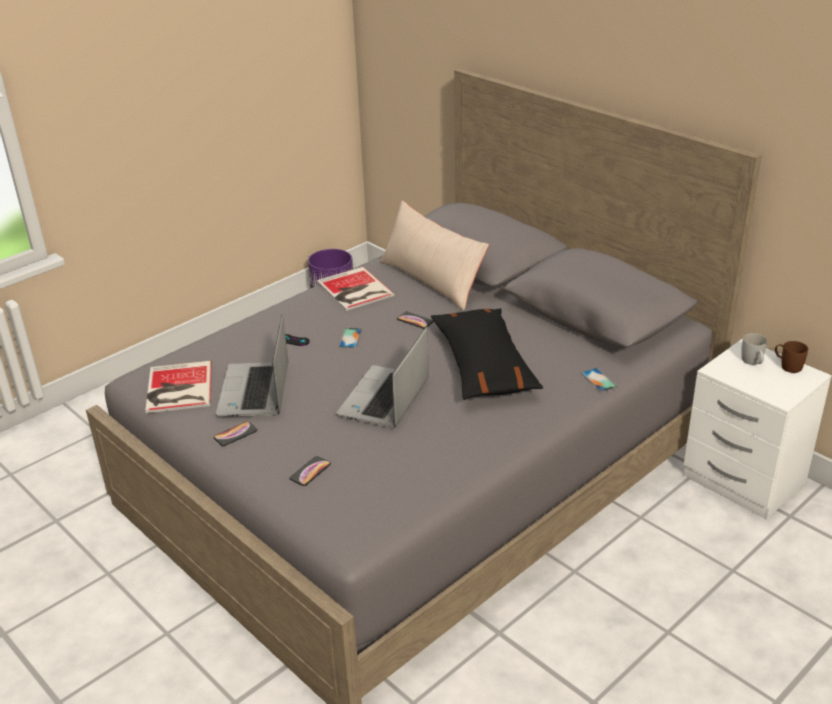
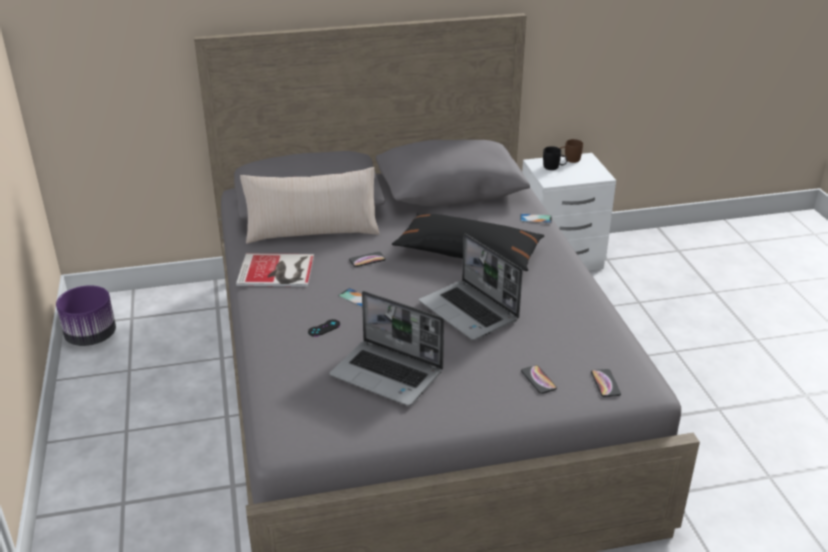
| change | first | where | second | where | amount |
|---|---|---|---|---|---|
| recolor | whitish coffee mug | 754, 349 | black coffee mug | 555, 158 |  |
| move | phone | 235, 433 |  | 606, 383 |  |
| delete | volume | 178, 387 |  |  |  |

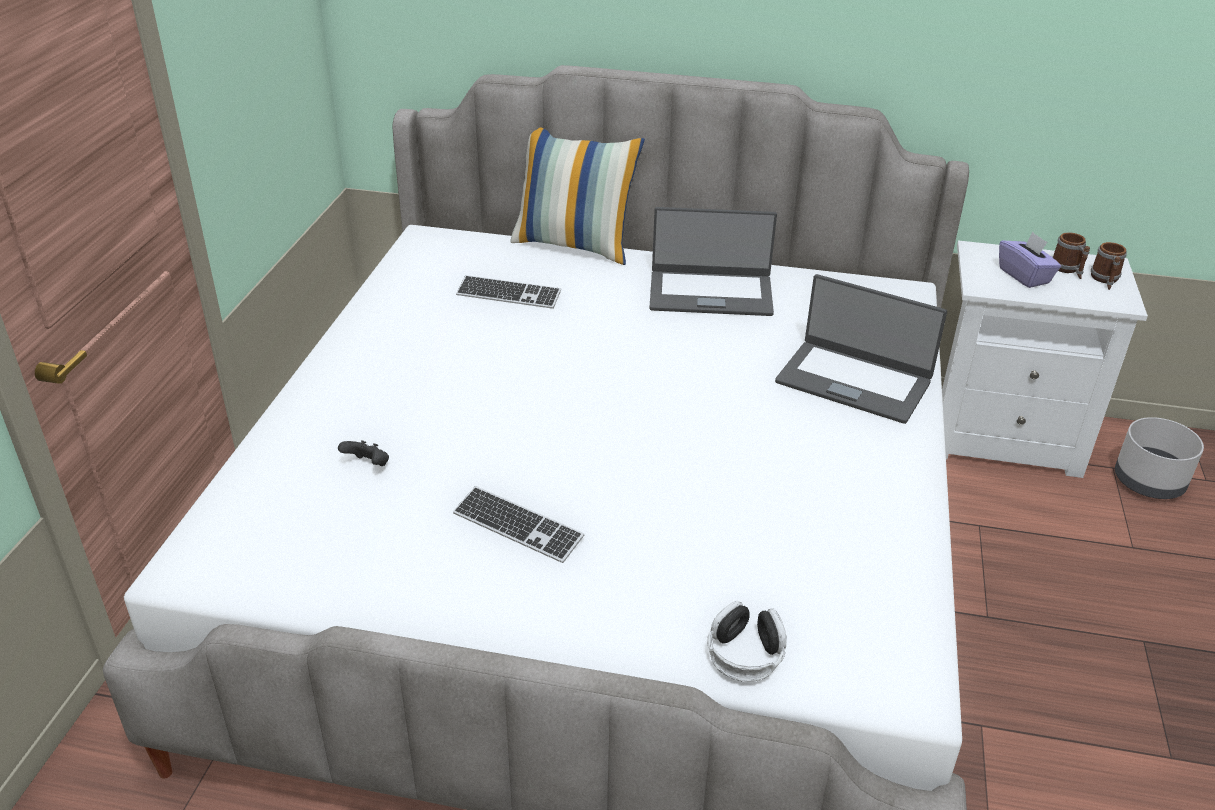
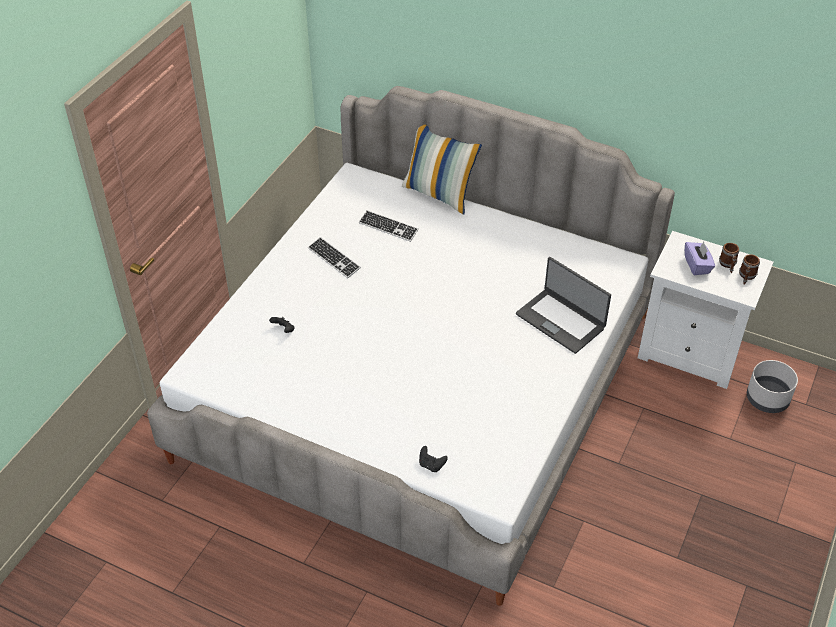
| change | first | where | second | where | amount |
|---|---|---|---|---|---|
| move | PC keyboard | 518, 524 |  | 334, 257 |  |
| replace | headphones | 747, 641 | black gamepad | 433, 459 |  |
| delete | notebook computer | 713, 261 |  |  |  |

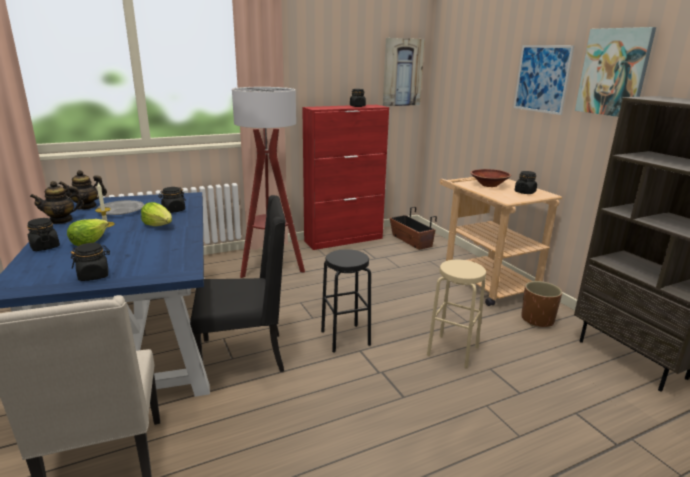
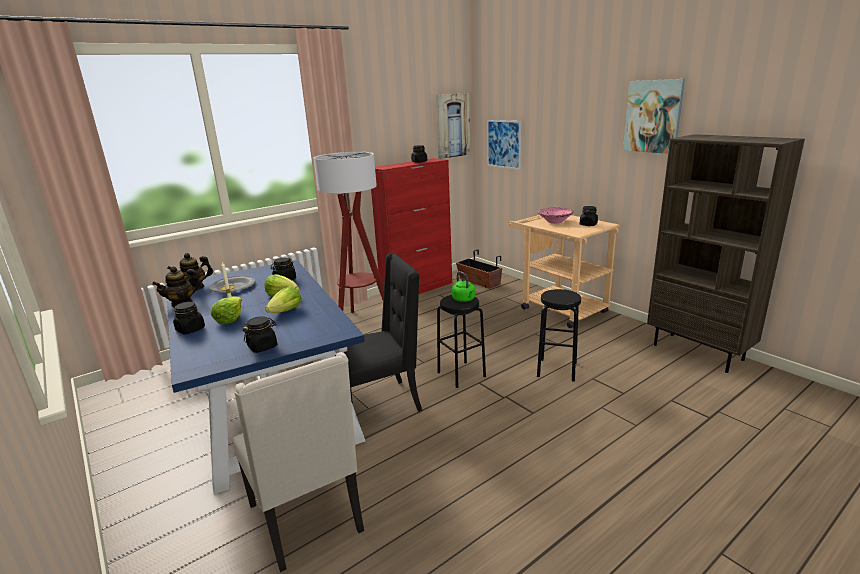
| change | first | where | second | where | amount |
|---|---|---|---|---|---|
| insert |  |  | lettuce | 283, 300 |  |
| insert |  |  | green tea kettle | 464, 286 |  |
| move | wall picture | 544, 80 |  | 504, 145 |  |
| recolor | beige stool | 456, 314 | black stool | 559, 335 |  |
| recolor | brownish deep dish | 490, 178 | pinkish deep dish | 556, 215 |  |
| delete | brownish flower pot | 541, 304 |  |  |  |

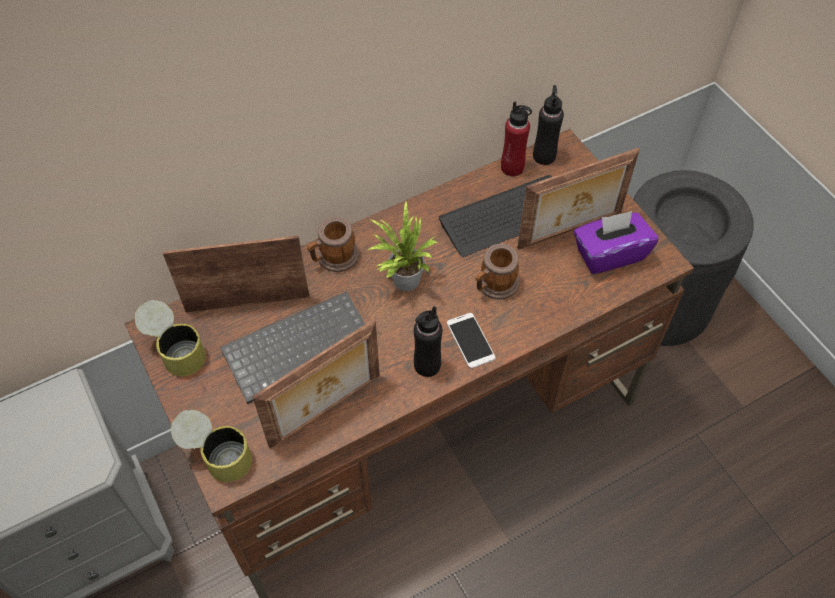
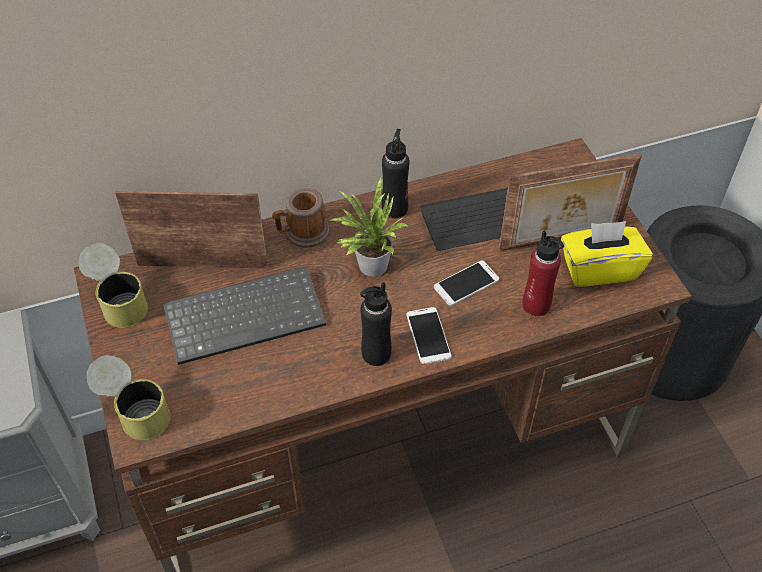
| change | first | where | second | where | amount |
|---|---|---|---|---|---|
| move | black beverage bottle | 548, 125 |  | 395, 173 |  |
| replace | coffee mug | 498, 271 | phone | 466, 283 |  |
| move | reddish beverage bottle | 516, 138 |  | 543, 273 |  |
| recolor | purple tissue holder | 616, 242 | yellow-coloured tissue holder | 607, 254 |  |
| delete | photo frame | 316, 383 |  |  |  |

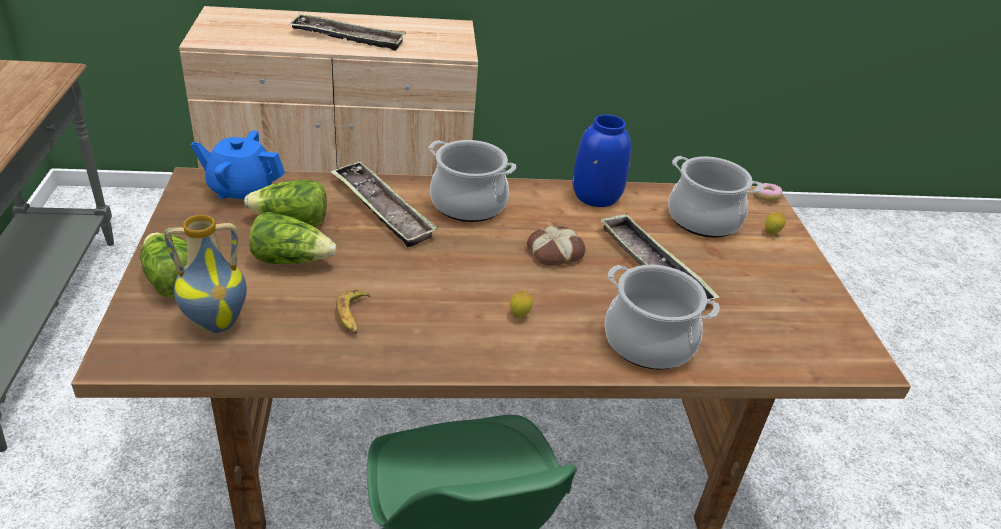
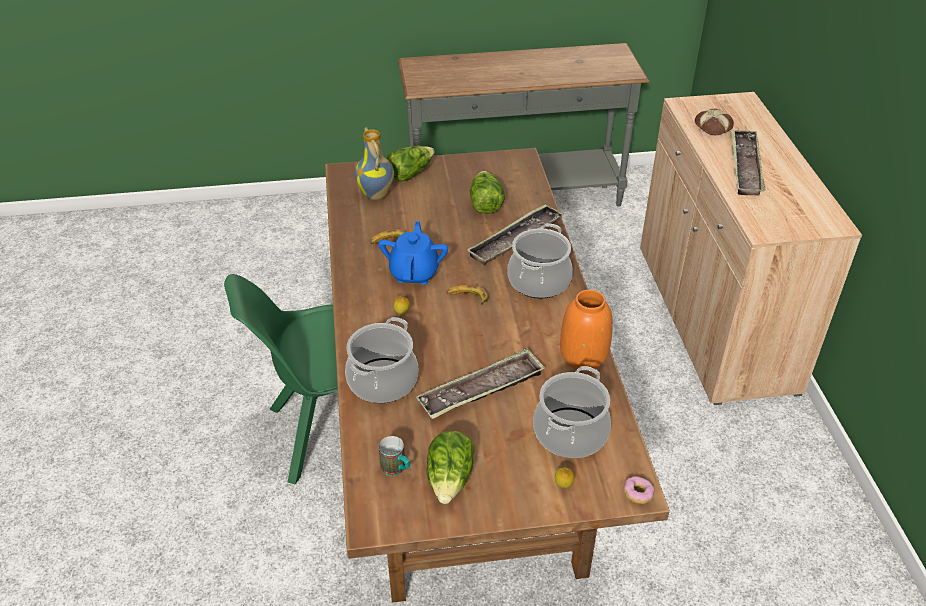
| change | first | where | second | where | amount |
|---|---|---|---|---|---|
| move | bluish teapot | 238, 164 |  | 413, 253 |  |
| insert |  |  | coffee mug | 394, 456 |  |
| move | lettuce | 292, 238 |  | 451, 467 |  |
| insert |  |  | banana fruit | 467, 294 |  |
| recolor | bluish flower vase | 601, 161 | orangey flower vase | 586, 330 |  |
| move | baked bread | 556, 245 |  | 714, 122 |  |

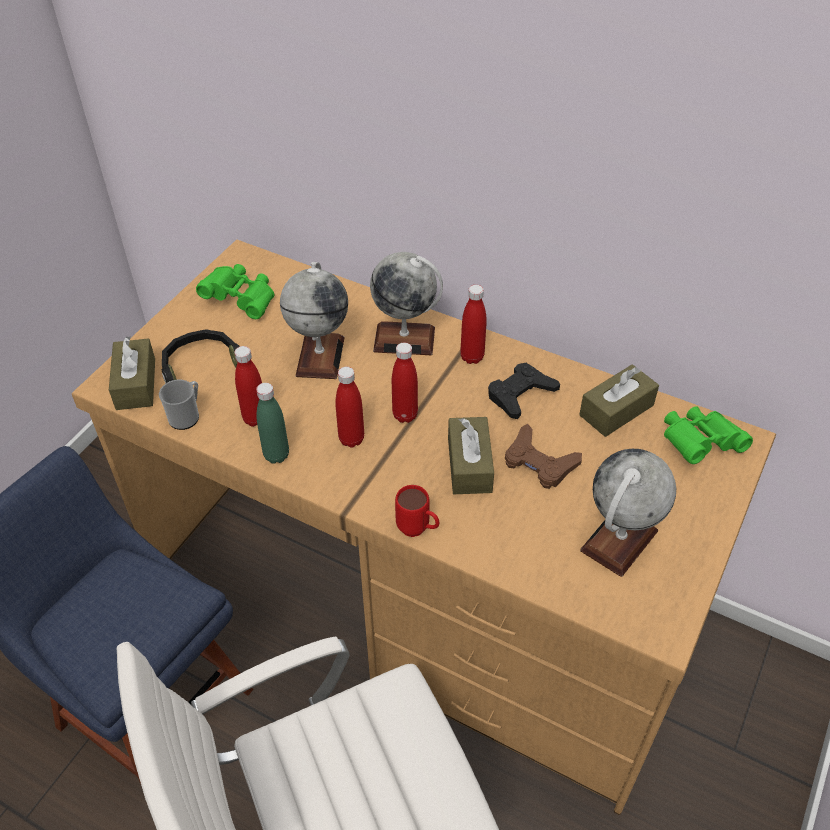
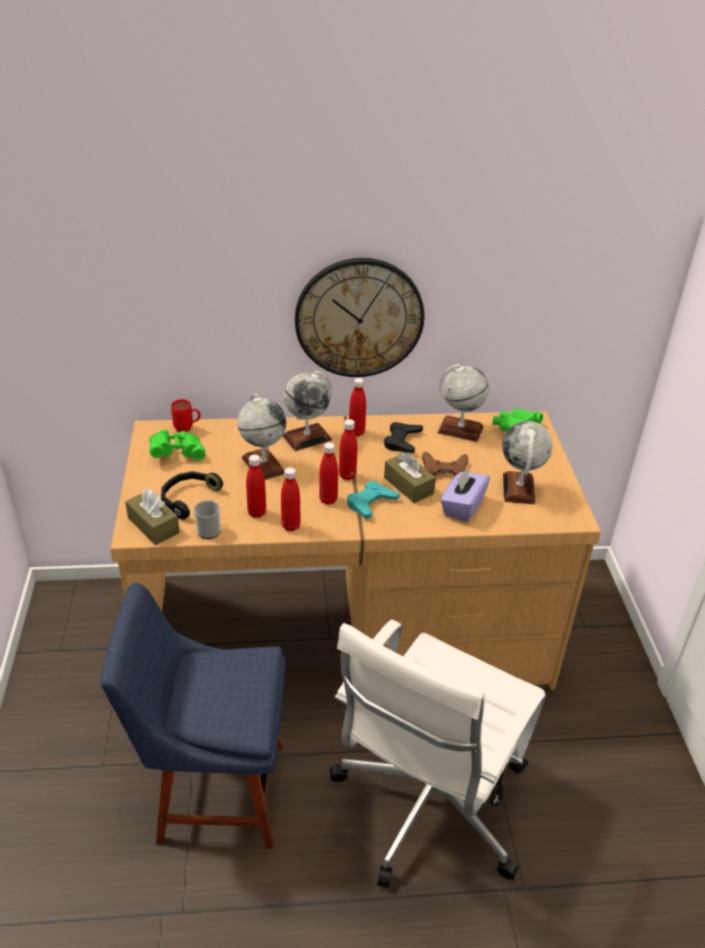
| change | first | where | second | where | amount |
|---|---|---|---|---|---|
| move | reddish coffee mug | 417, 511 |  | 186, 415 |  |
| recolor | green beverage bottle | 272, 423 | reddish beverage bottle | 291, 499 |  |
| insert |  |  | hanging clock | 359, 317 |  |
| insert |  |  | blue-green gamepad | 373, 500 |  |
| replace | brownish tissue holder | 619, 400 | desk globe | 463, 403 |  |
| insert |  |  | purple tissue holder | 465, 495 |  |

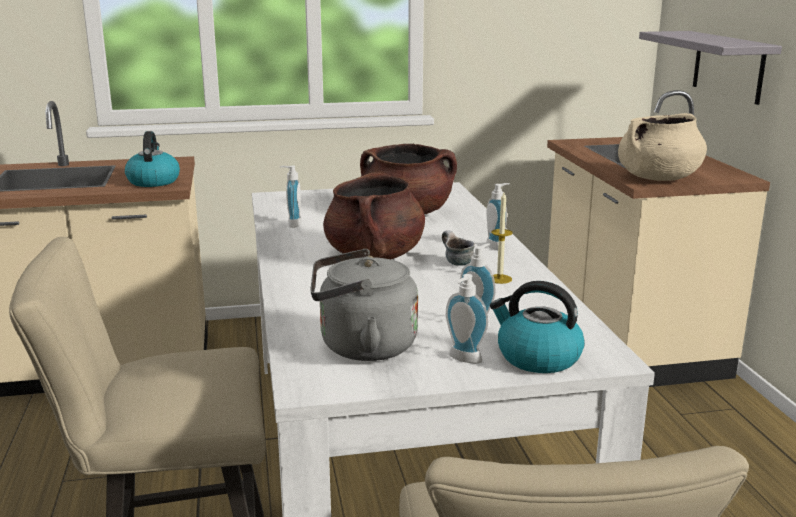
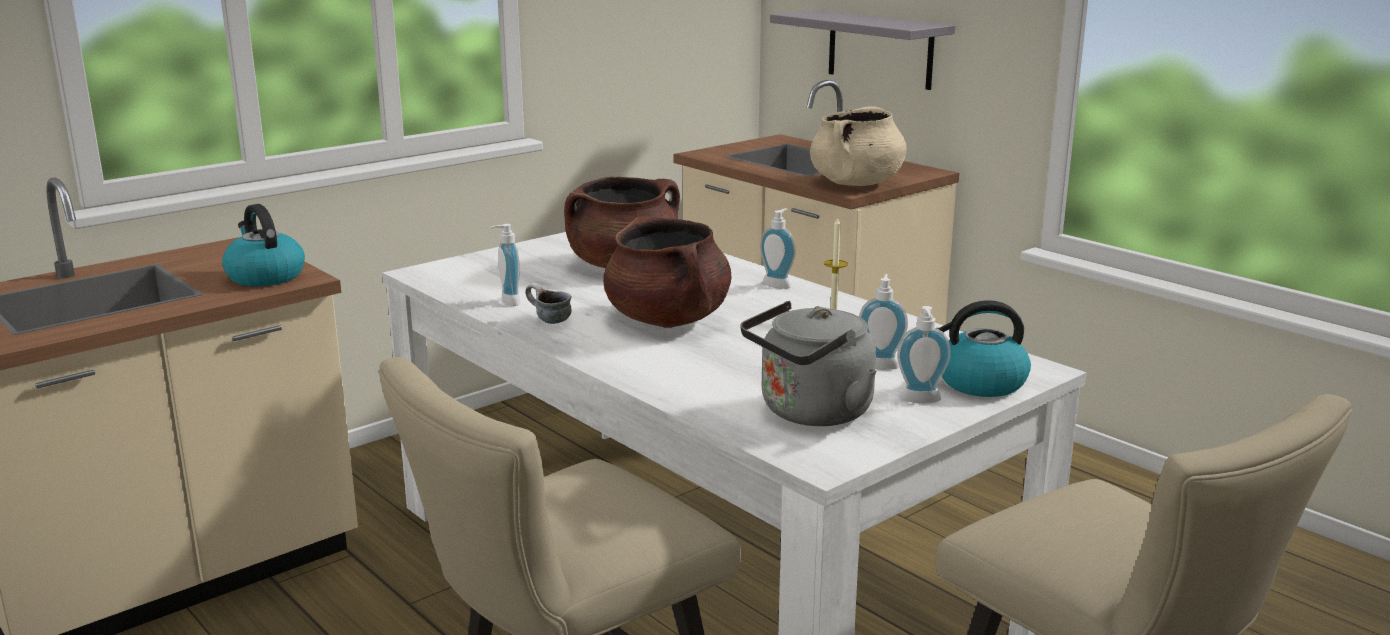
| change | first | where | second | where | amount |
|---|---|---|---|---|---|
| move | coffee mug | 458, 248 |  | 548, 303 |  |

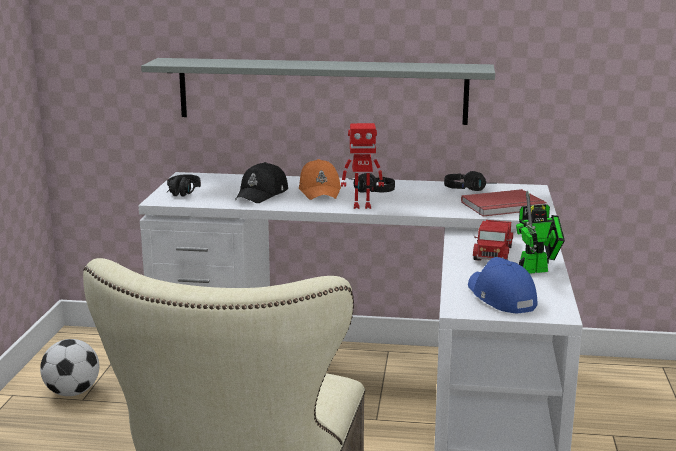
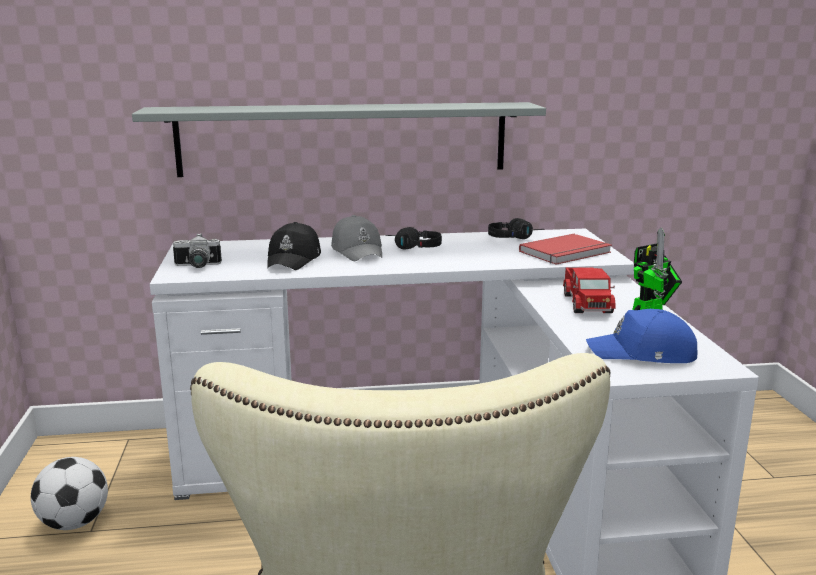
| change | first | where | second | where | amount |
|---|---|---|---|---|---|
| replace | black headphones | 183, 185 | still camera | 197, 250 |  |
| recolor | orangey baseball cap | 320, 179 | gray baseball cap | 356, 238 |  |
| rotate | bluish baseball cap | 502, 285 |  | 642, 336 | 45 degrees counterclockwise |
| delete | model robot | 362, 166 |  |  |  |

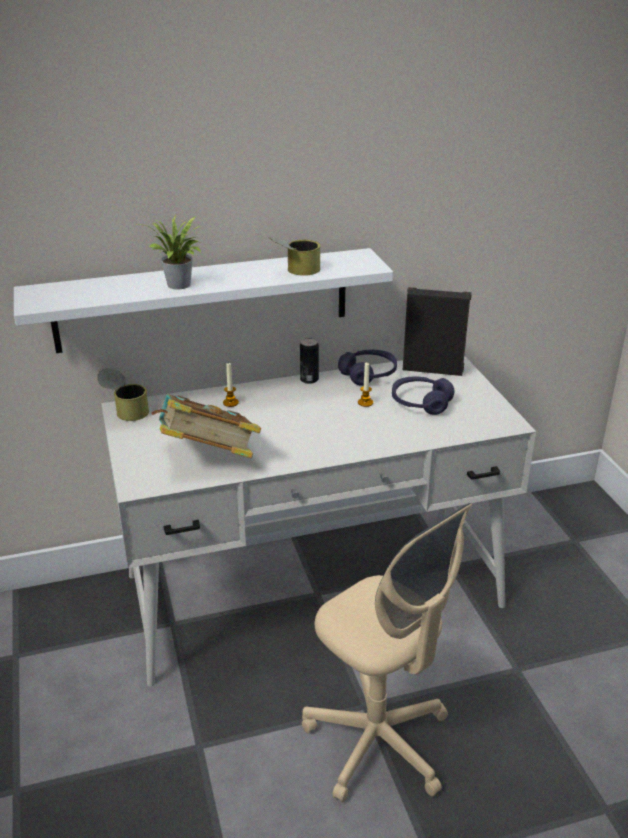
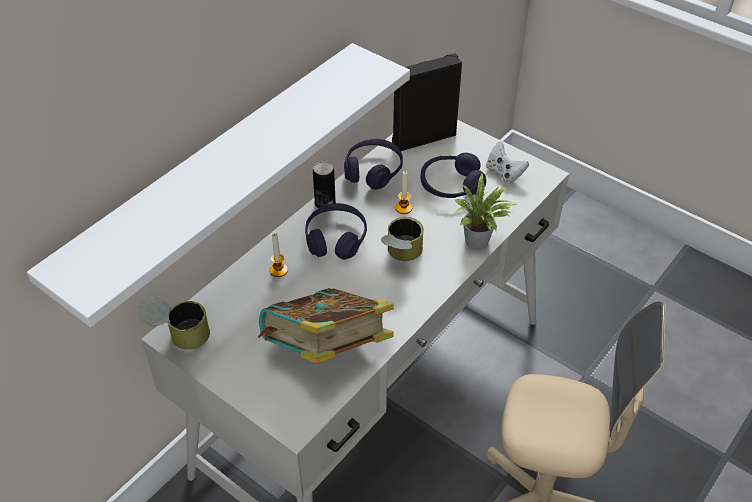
| change | first | where | second | where | amount |
|---|---|---|---|---|---|
| insert |  |  | purple headphones | 336, 231 |  |
| move | sealed can | 294, 256 |  | 402, 239 |  |
| move | plant in a pot | 168, 252 |  | 486, 211 |  |
| insert |  |  | whitish gamepad | 507, 162 |  |

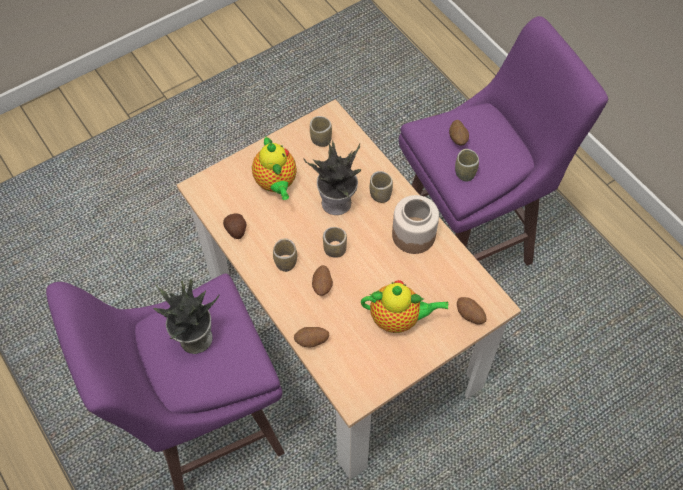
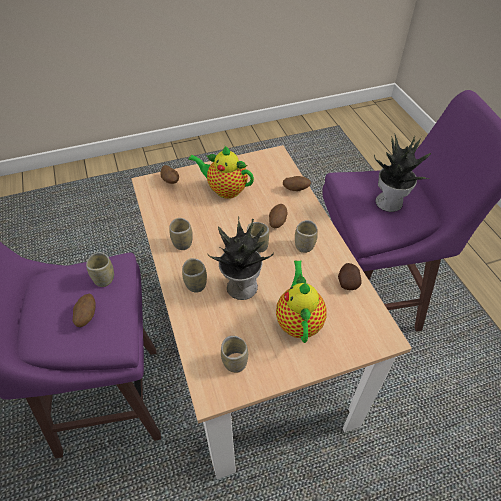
| change | first | where | second | where | amount |
|---|---|---|---|---|---|
| replace | preserve jar | 415, 224 | small cup | 181, 234 |  |

